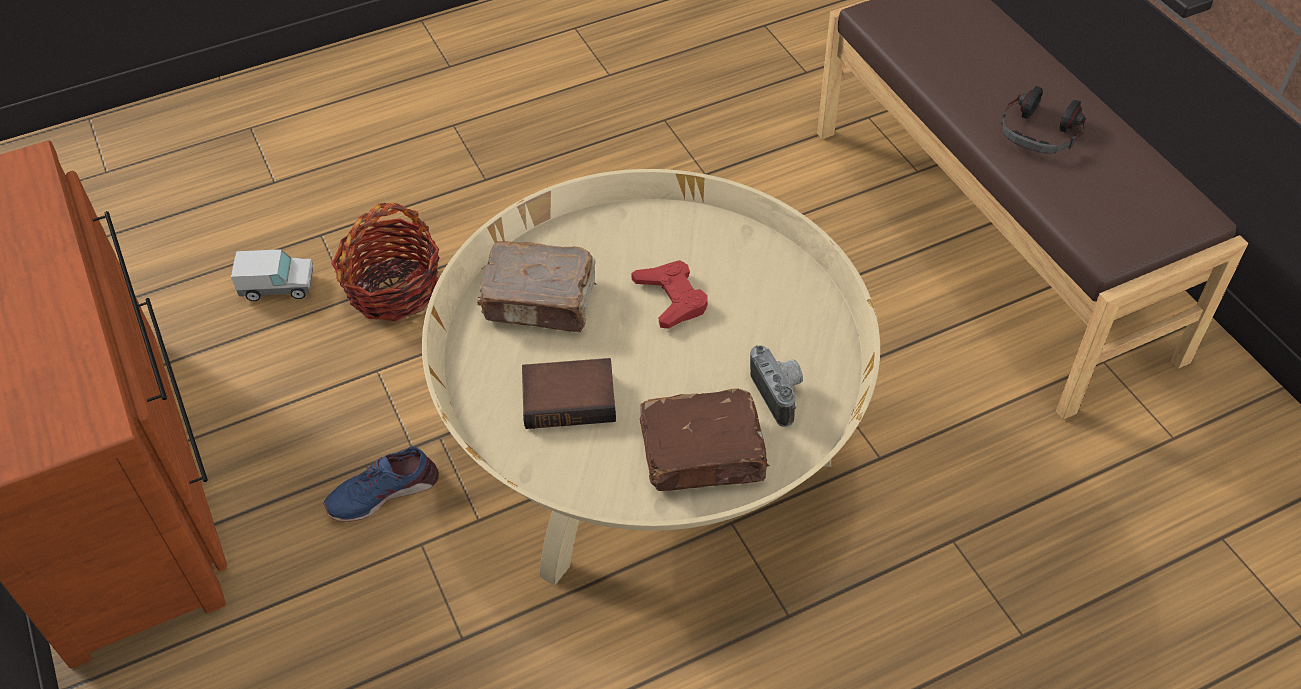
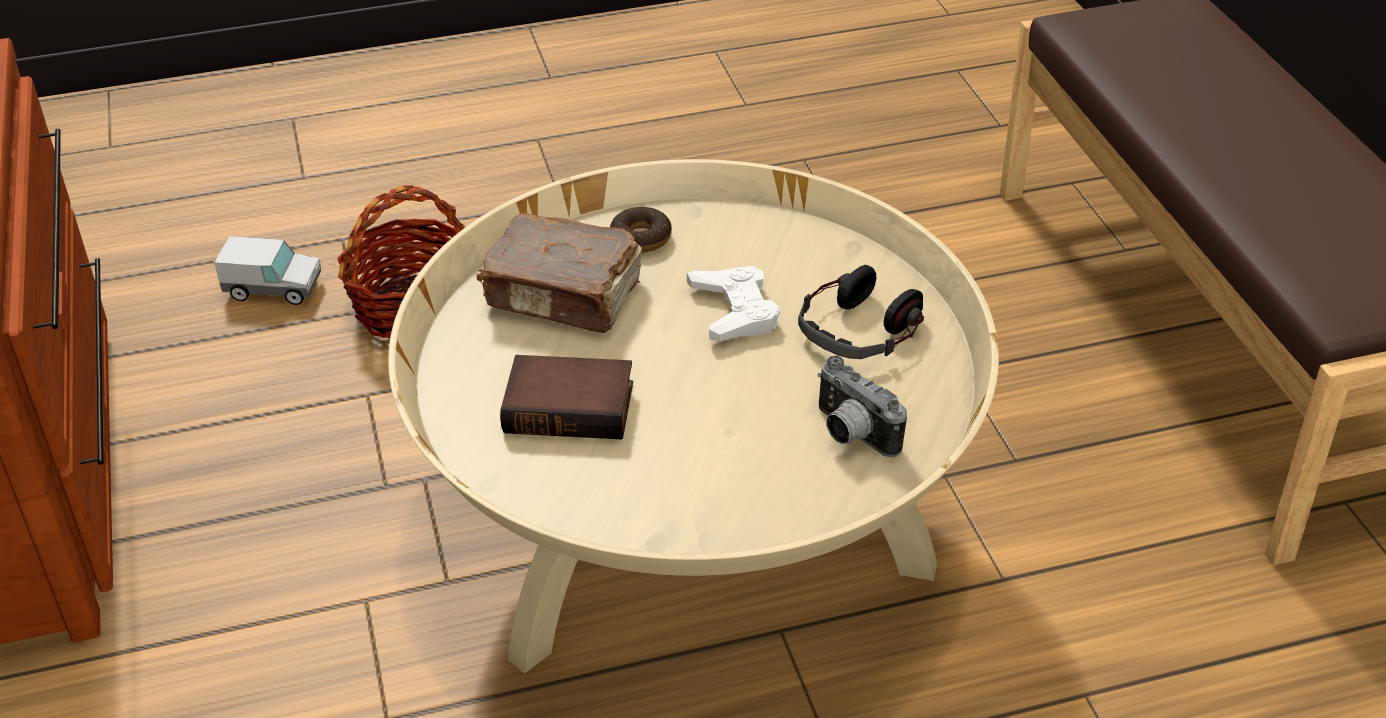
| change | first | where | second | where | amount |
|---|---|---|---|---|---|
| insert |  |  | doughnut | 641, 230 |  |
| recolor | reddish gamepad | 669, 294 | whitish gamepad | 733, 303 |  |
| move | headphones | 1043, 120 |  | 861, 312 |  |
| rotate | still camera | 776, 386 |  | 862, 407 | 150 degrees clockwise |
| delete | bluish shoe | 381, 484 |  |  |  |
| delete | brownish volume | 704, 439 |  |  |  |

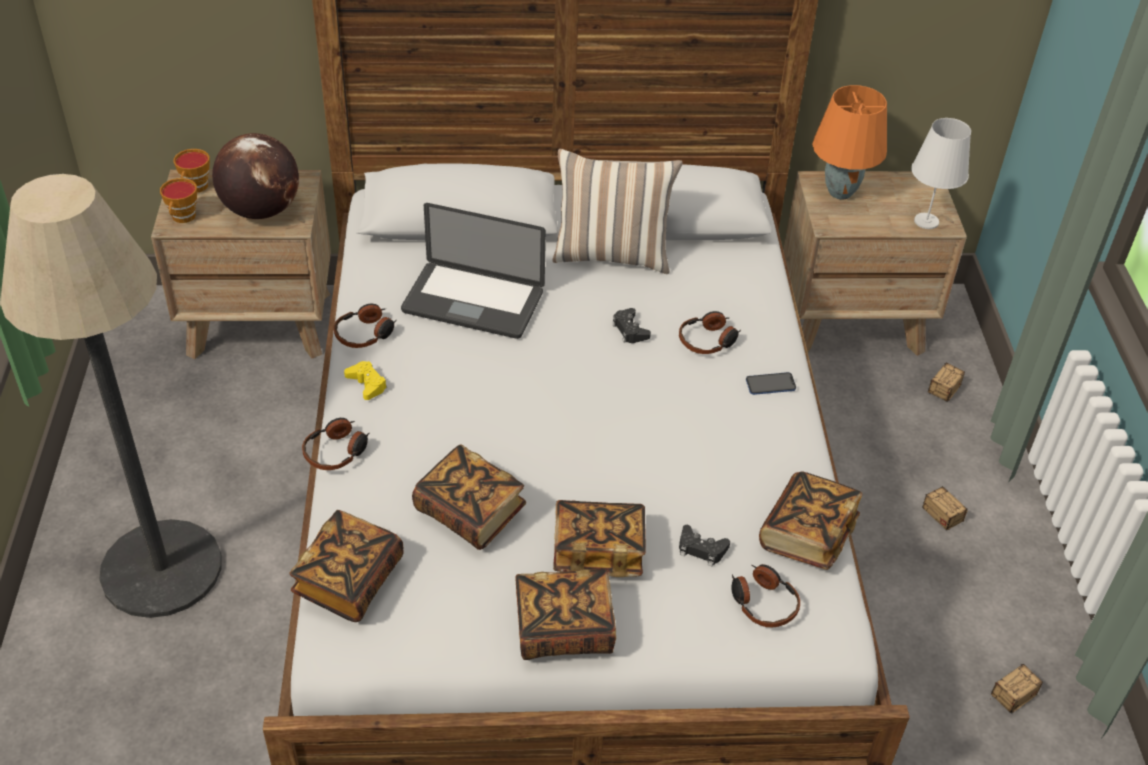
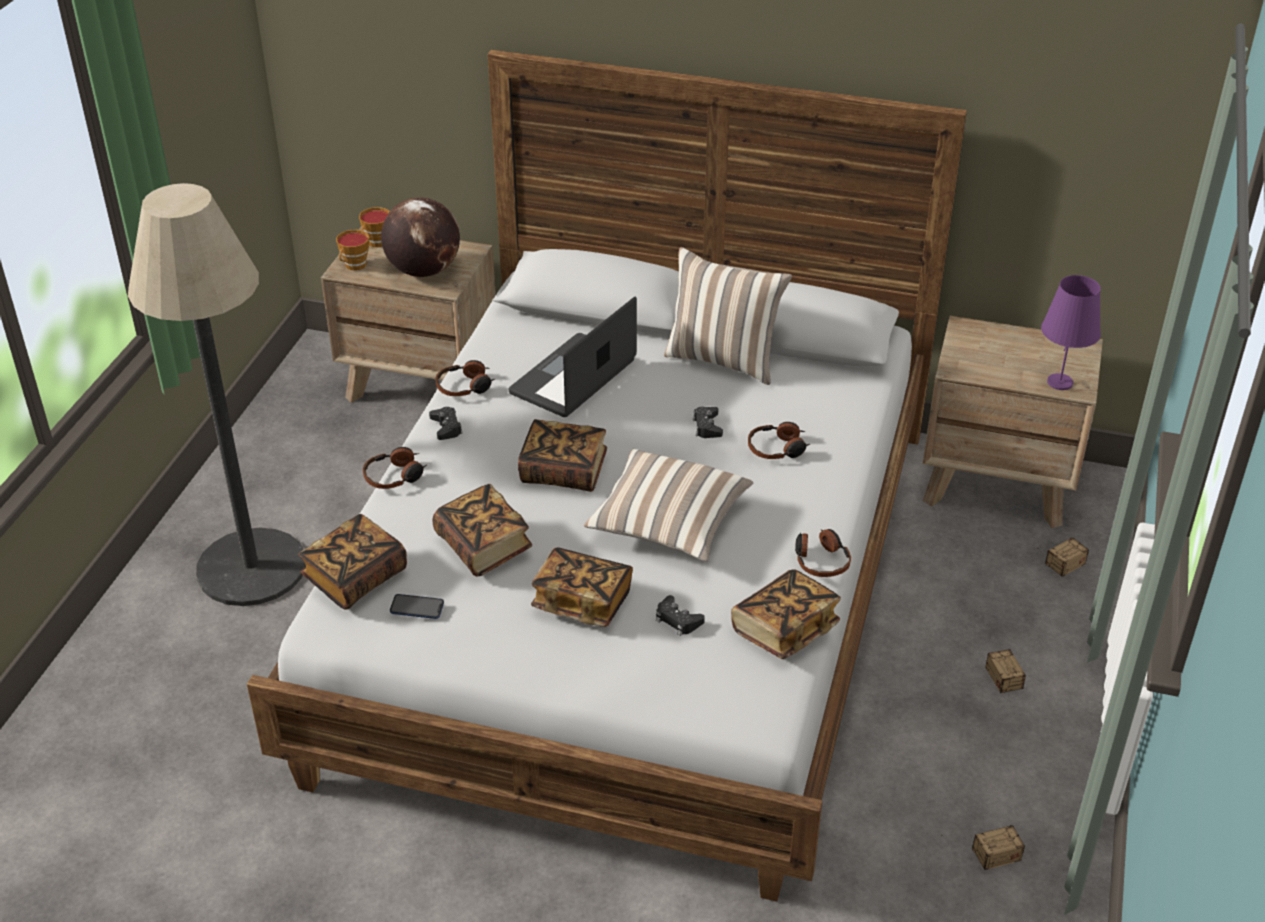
| change | first | where | second | where | amount |
|---|---|---|---|---|---|
| move | phone | 771, 383 |  | 417, 606 |  |
| recolor | yellow-coloured gamepad | 365, 380 | black gamepad | 446, 423 |  |
| rotate | notebook computer | 473, 271 |  | 573, 357 | 90 degrees clockwise |
| move | volume | 566, 614 |  | 562, 455 |  |
| insert |  |  | pillow | 668, 505 |  |
| move | headphones | 765, 595 |  | 823, 553 |  |
| recolor | whitish lamp for a table | 941, 173 | purple lamp for a table | 1071, 332 |  |
| delete | orangey lamp for a table | 849, 142 |  |  |  |

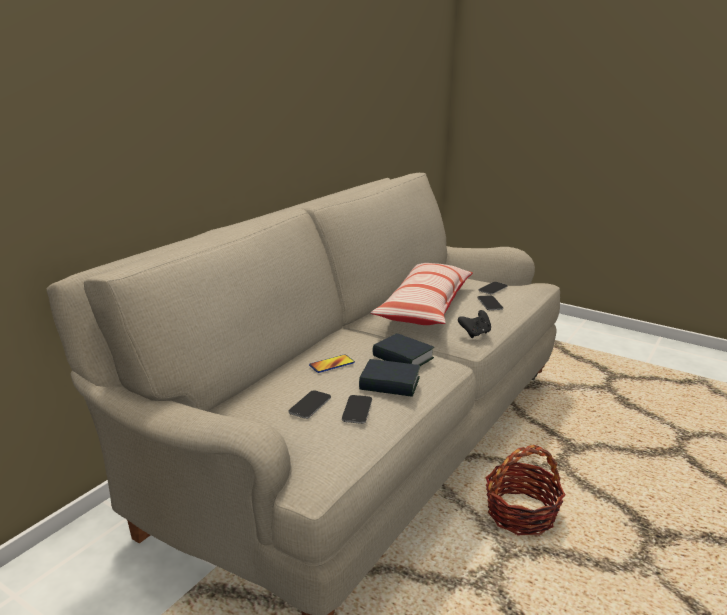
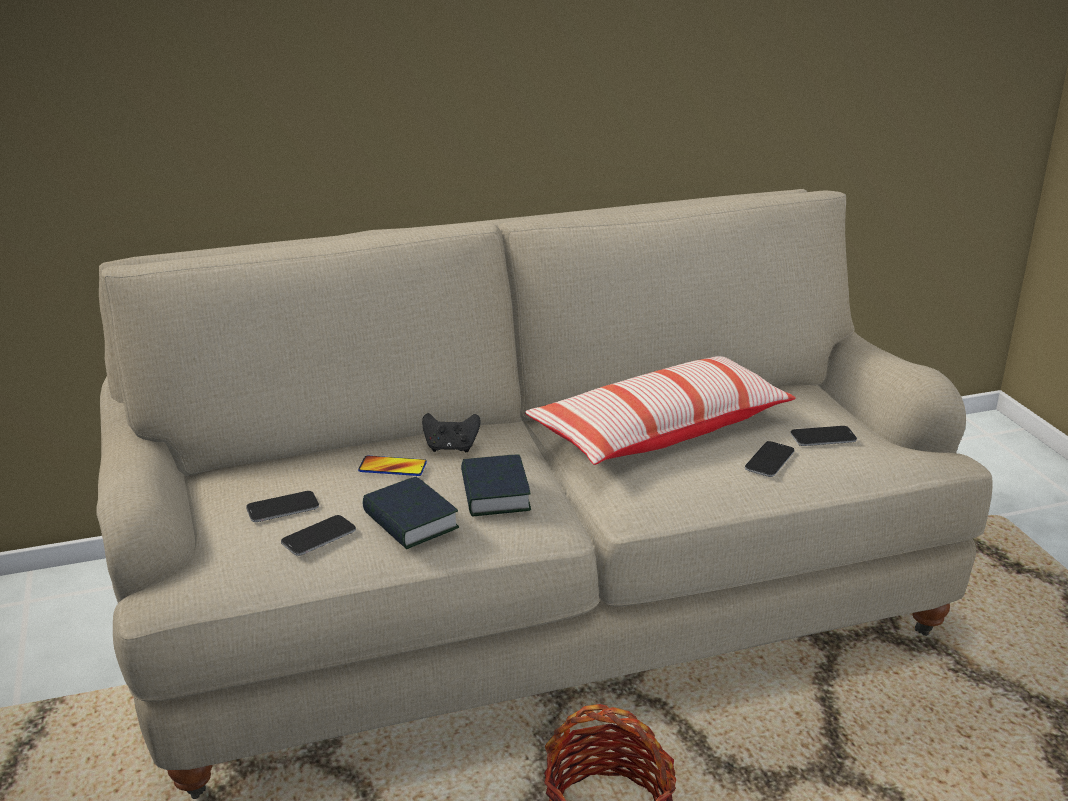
| change | first | where | second | where | amount |
|---|---|---|---|---|---|
| move | black gamepad | 474, 324 |  | 451, 433 |  |

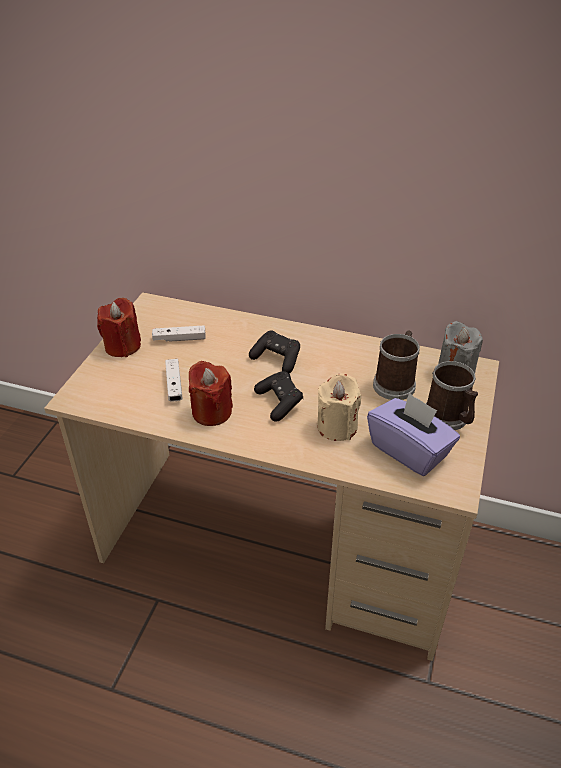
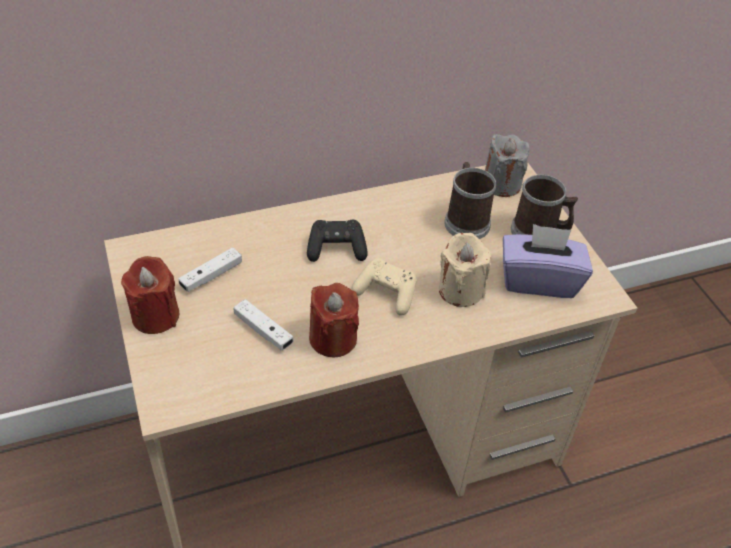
| change | first | where | second | where | amount |
|---|---|---|---|---|---|
| recolor | black gamepad | 278, 396 | beige gamepad | 384, 287 |  |

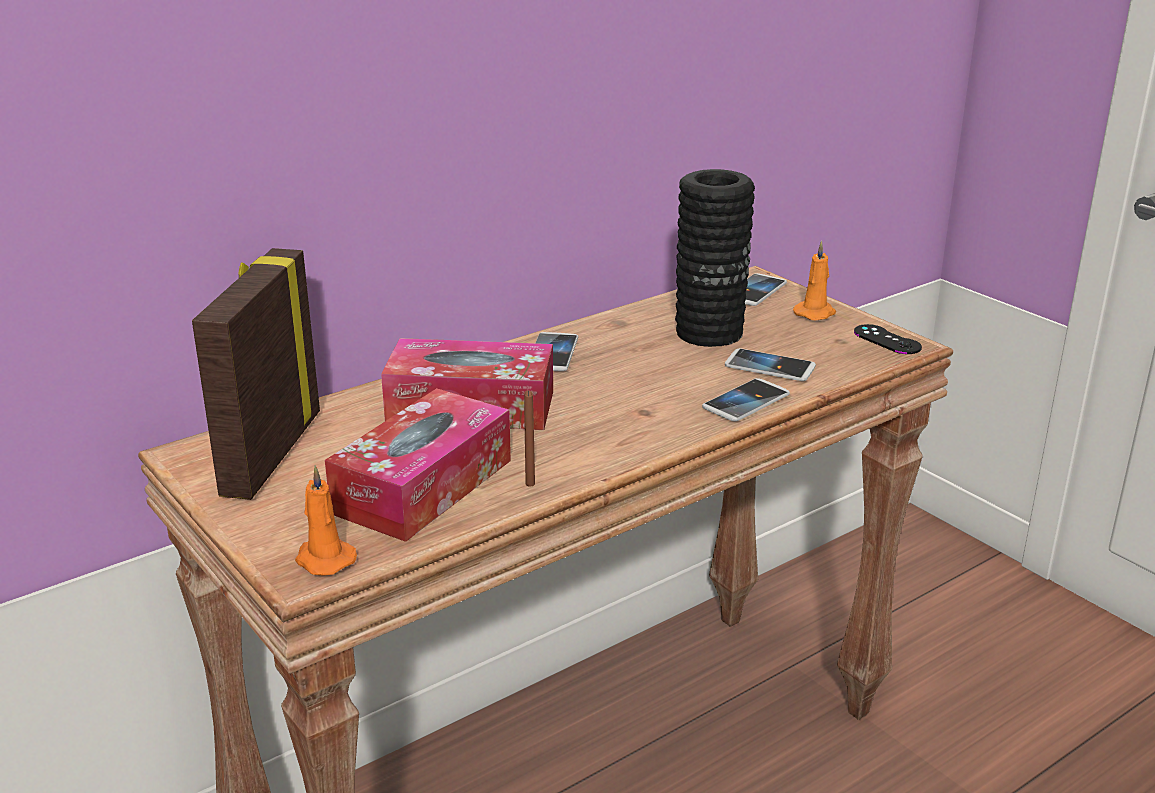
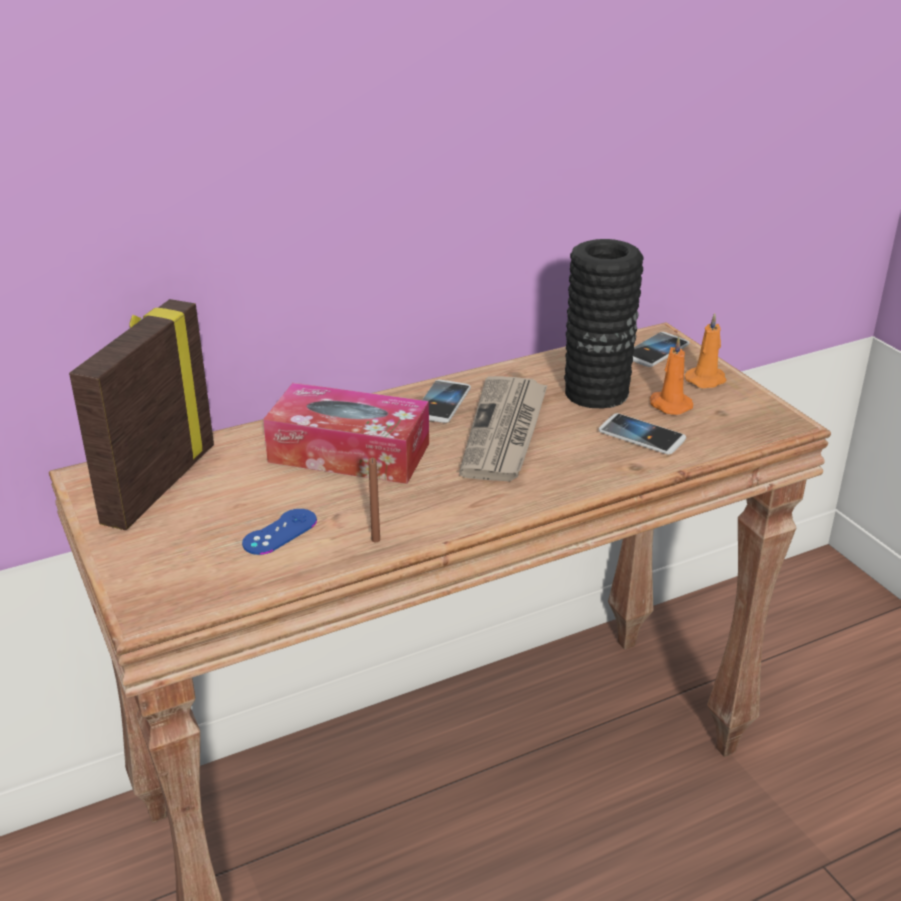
| change | first | where | second | where | amount |
|---|---|---|---|---|---|
| replace | tissue holder | 418, 465 | bluish gamepad | 279, 532 |  |
| insert |  |  | newspaper | 503, 428 |  |
| move | orangey wax candle | 326, 520 |  | 671, 375 |  |
| delete | phone | 746, 400 |  |  |  |
| delete | black gamepad | 888, 339 |  |  |  |

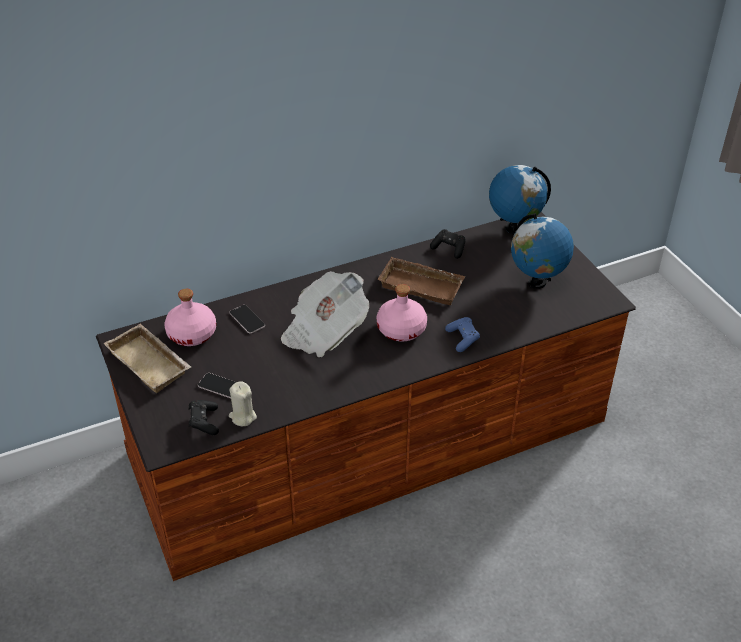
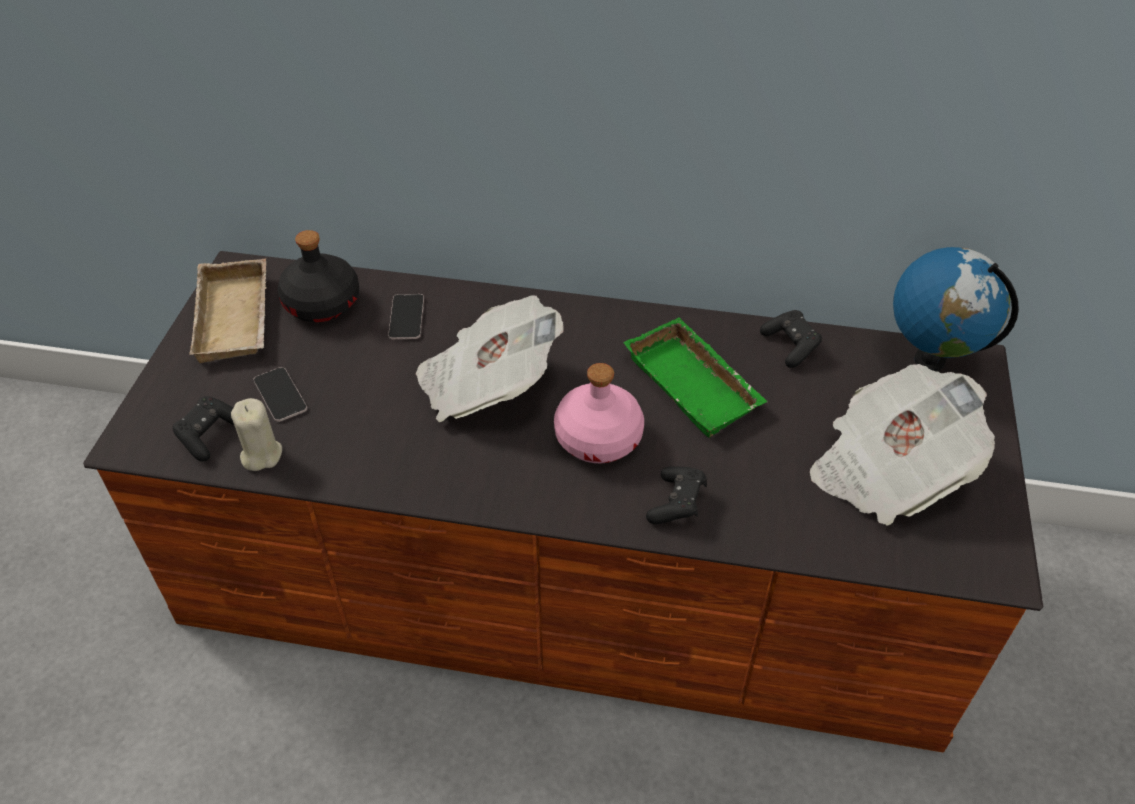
| change | first | where | second | where | amount |
|---|---|---|---|---|---|
| recolor | pinkish beverage bottle | 190, 317 | black beverage bottle | 318, 276 |  |
| recolor | brownish carrying tray | 421, 281 | green carrying tray | 695, 377 |  |
| recolor | bluish gamepad | 462, 334 | black gamepad | 676, 495 |  |
| replace | desk globe | 542, 251 | newspaper | 902, 445 |  |

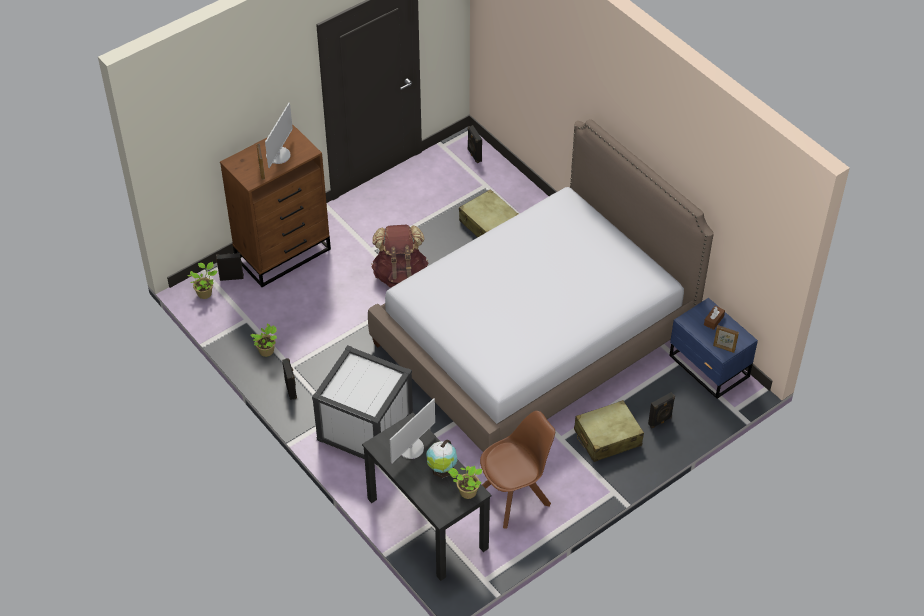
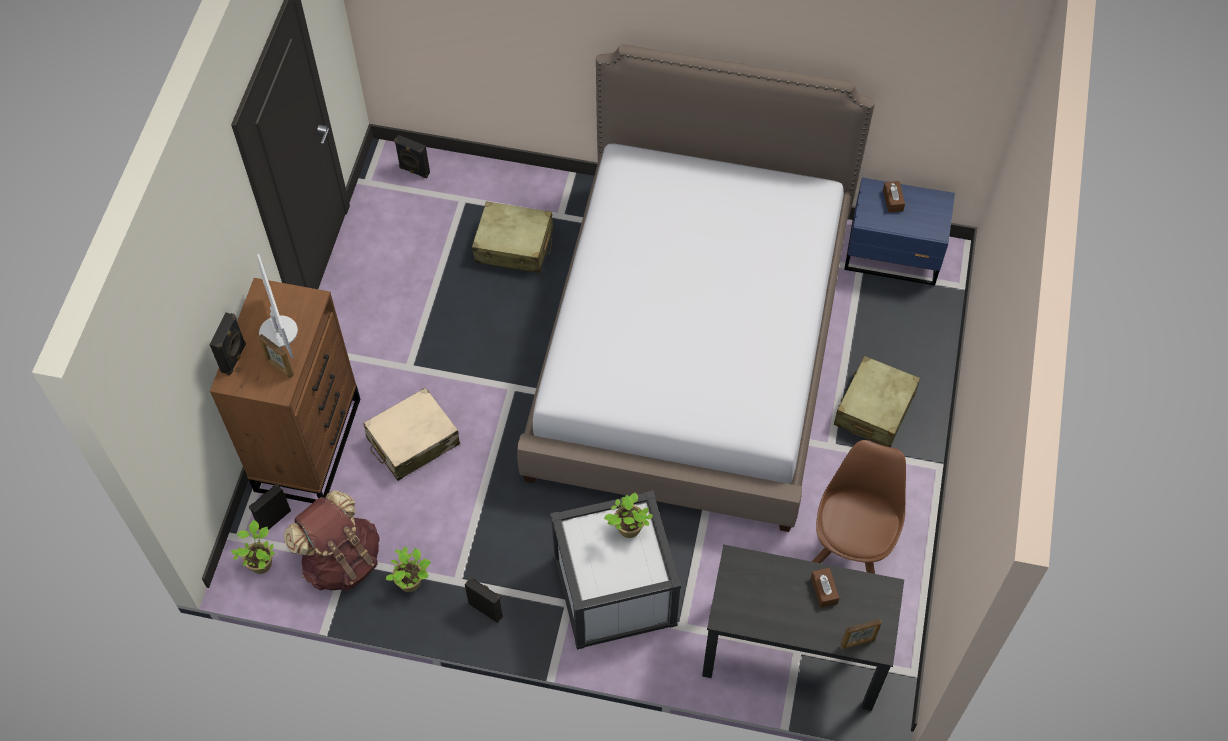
| change | first | where | second | where | amount |
|---|---|---|---|---|---|
| move | black audio speaker | 661, 410 |  | 227, 344 |  |
| move | brownish knapsack | 399, 256 |  | 331, 541 |  |
| insert |  |  | beige travel case | 411, 434 |  |
| move | plant in a pot | 465, 482 |  | 628, 515 |  |
| replace | desk globe | 441, 459 | brownish tissue holder | 825, 588 |  |
| move | photo frame | 726, 339 |  | 861, 634 |  |
| delete | computer display | 412, 430 |  |  |  |

